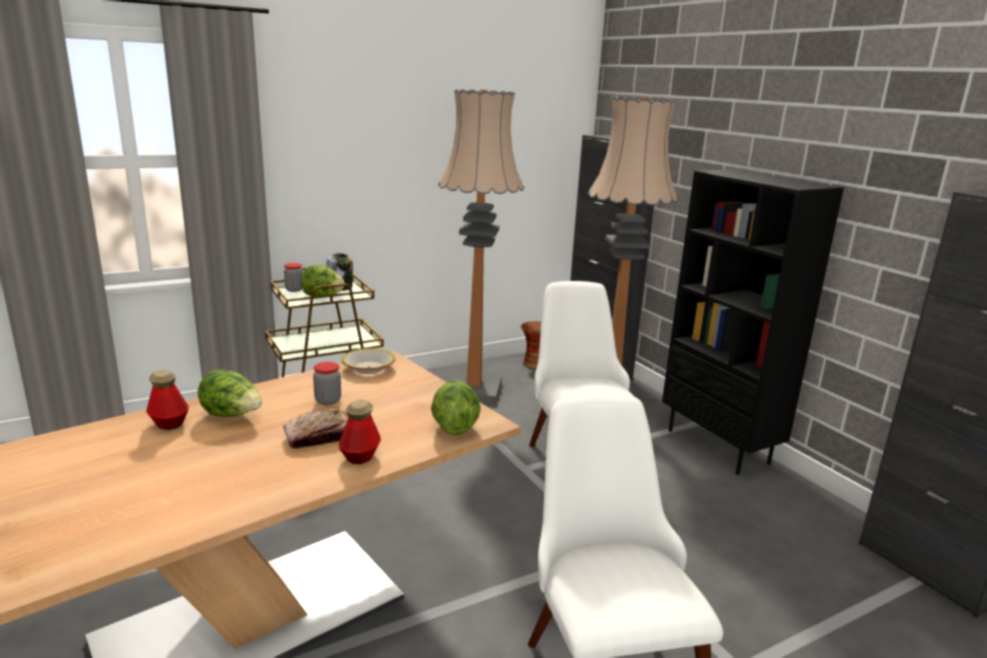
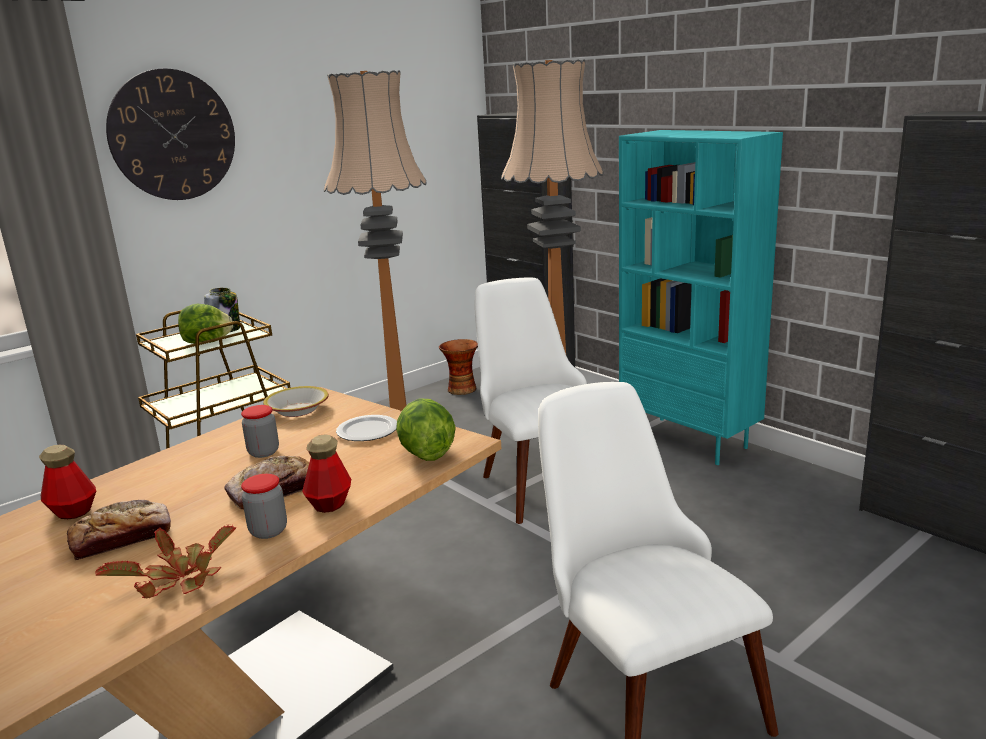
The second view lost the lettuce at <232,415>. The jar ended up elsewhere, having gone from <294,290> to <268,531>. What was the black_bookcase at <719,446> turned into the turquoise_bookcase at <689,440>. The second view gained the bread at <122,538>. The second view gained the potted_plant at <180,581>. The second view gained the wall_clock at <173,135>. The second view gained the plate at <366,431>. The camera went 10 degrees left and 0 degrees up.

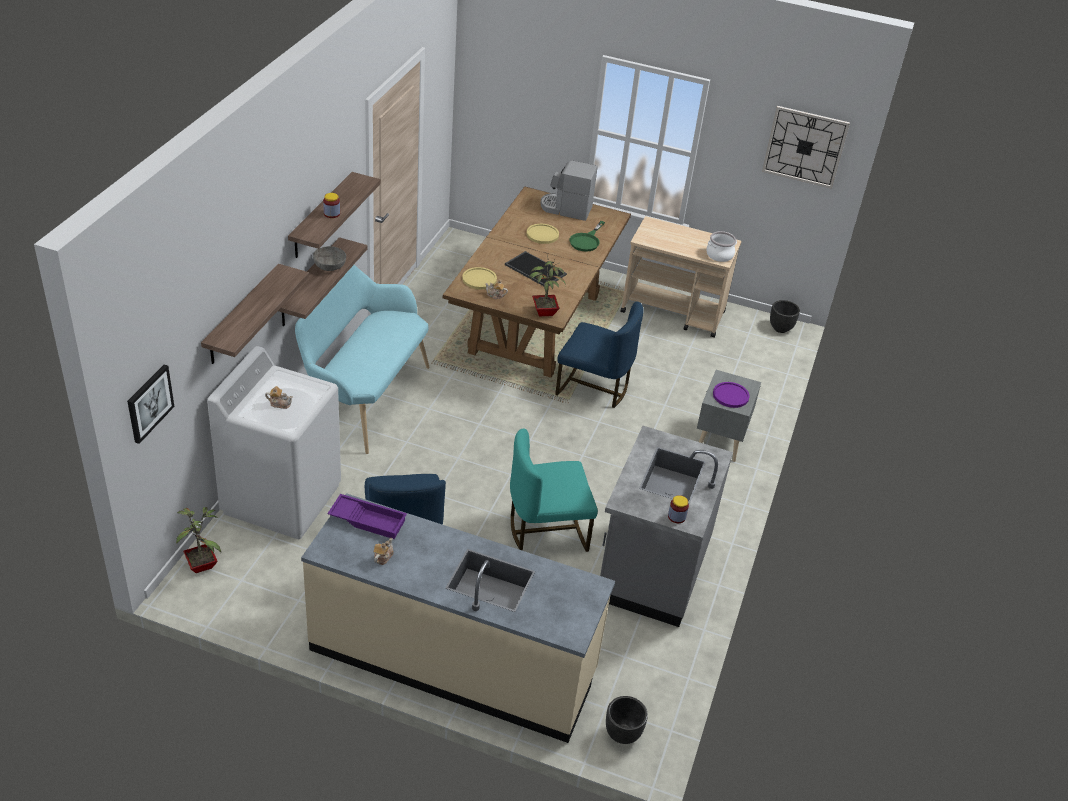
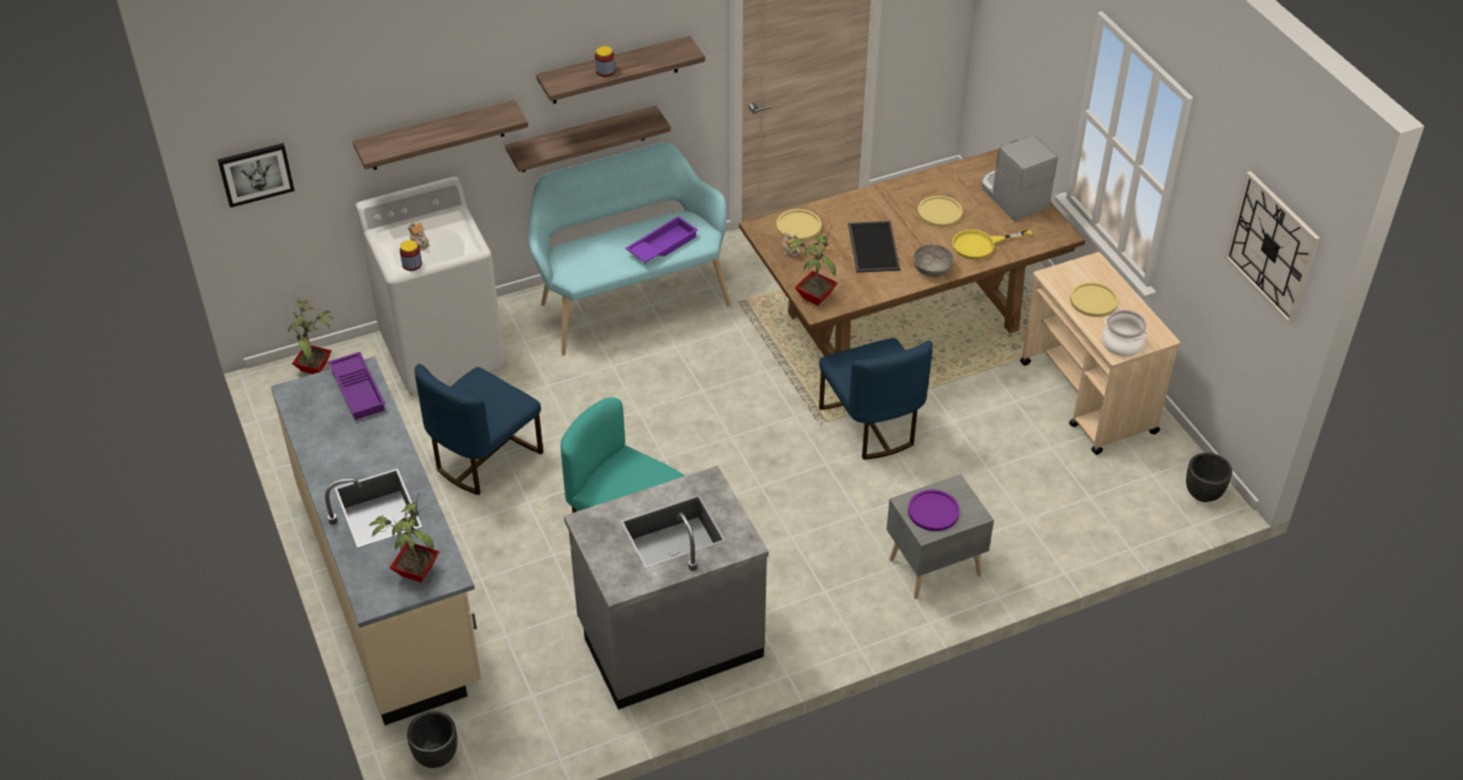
The grey_bowl ended up elsewhere, having gone from <329,266> to <932,269>. The second view lost the teapot at <383,557>. What was the green_frying_pan at <586,241> turned into the yellow_frying_pan at <981,245>. The jar ended up elsewhere, having gone from <676,517> to <412,264>. The second view gained the potted_plant at <415,571>. The second view gained the purple_tray at <661,245>. The second view gained the yellow_plate at <1093,301>. The camera went 50 degrees right and 5 degrees up.

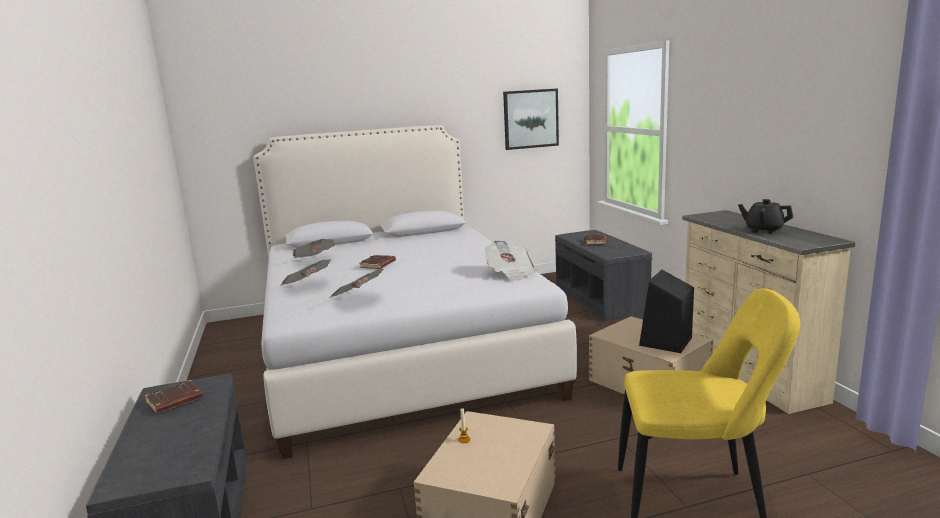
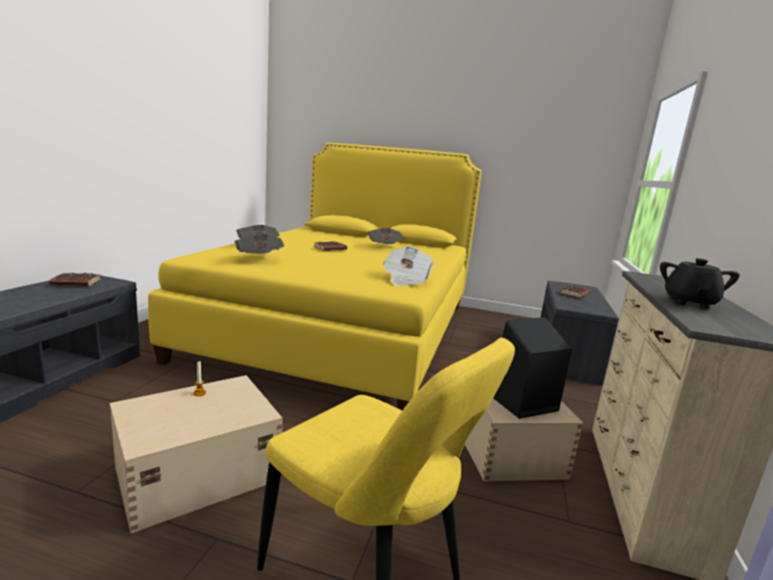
What was the white_bed at <398,348> turned into the yellow_bed at <343,328>. The newspaper ended up elsewhere, having gone from <315,260> to <385,247>. The second view lost the picture at <530,119>. The black_teapot at <763,230> ended up facing another way, 45 degrees clockwise from before. The camera went 30 degrees right and 0 degrees up.

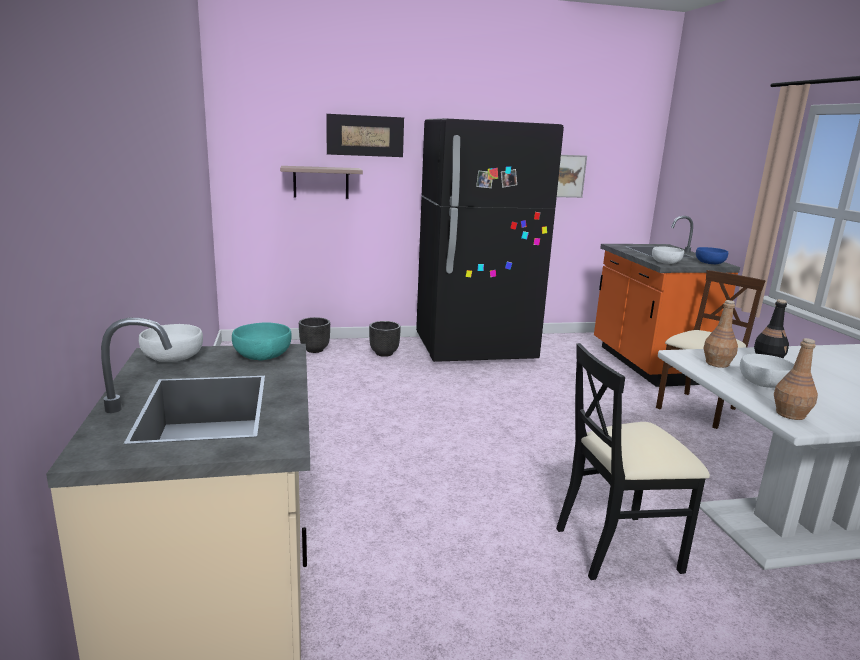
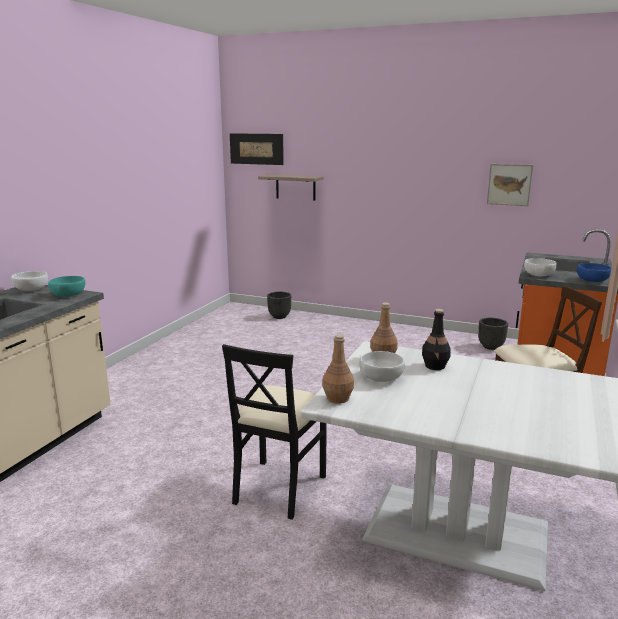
The picture ended up elsewhere, having gone from <365,135> to <256,149>. The black_planter ended up elsewhere, having gone from <384,353> to <491,347>. The second view lost the black_fridge at <475,350>. The black_chair at <618,547> ended up facing another way, 90 degrees counterclockwise from before. The camera went 35 degrees right and 0 degrees up.

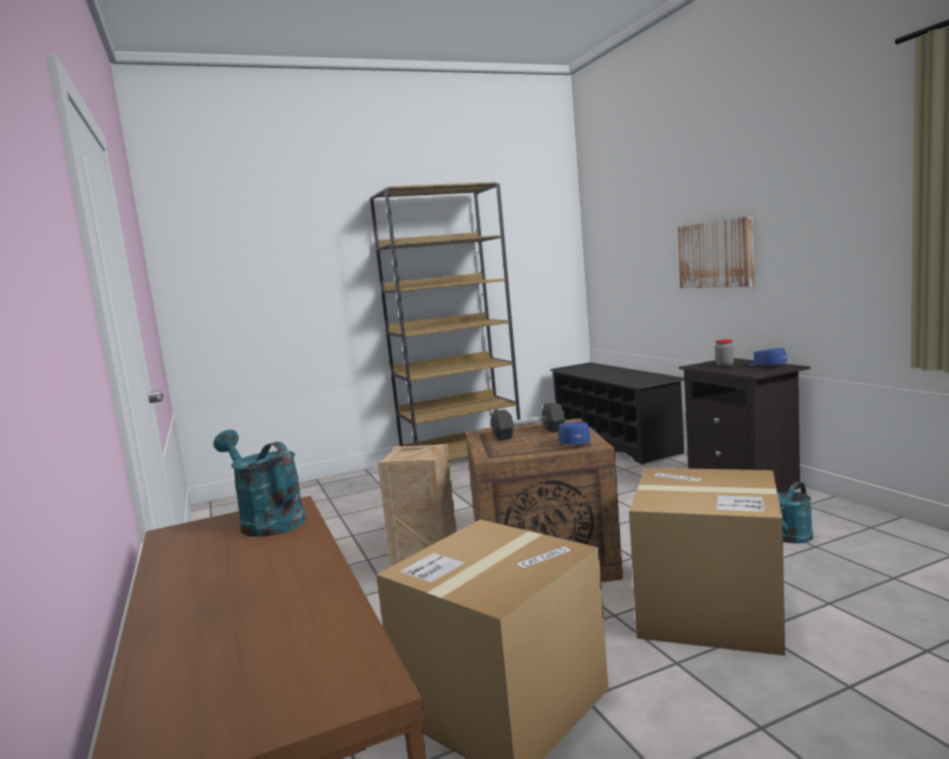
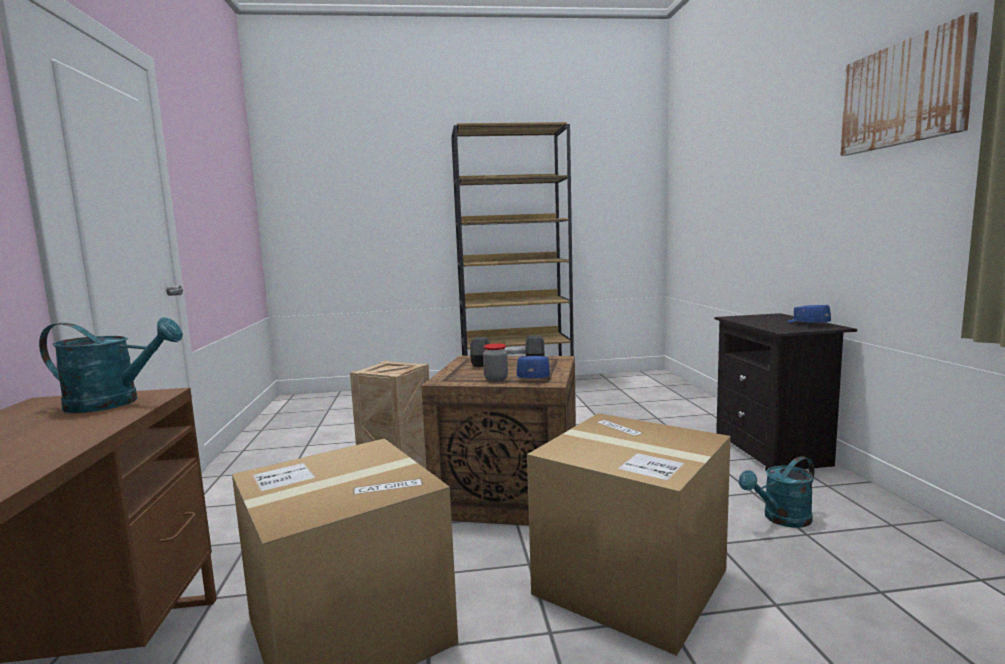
The turquoise_watering_can at <266,521> ended up facing another way, 120 degrees clockwise from before. The second view lost the black_shoe_rack at <616,442>. The picture ended up elsewhere, having gone from <715,254> to <903,94>. The jar ended up elsewhere, having gone from <724,365> to <496,379>. The camera went 15 degrees right and 0 degrees up.

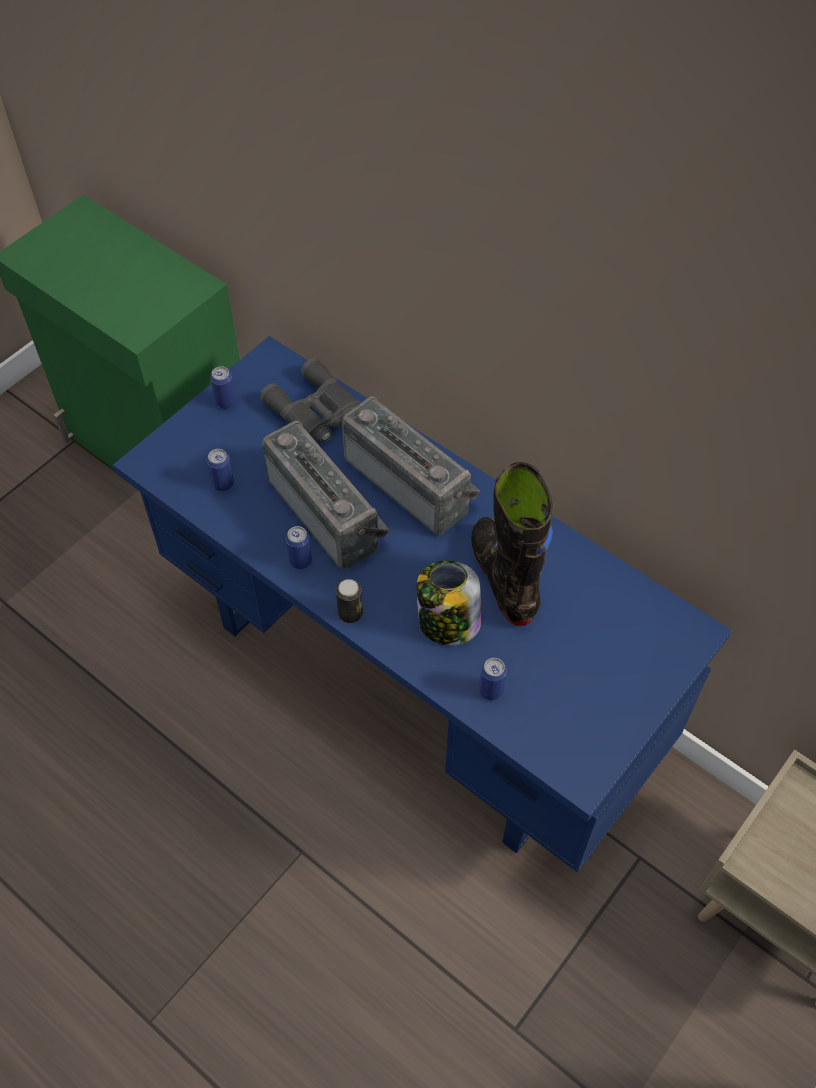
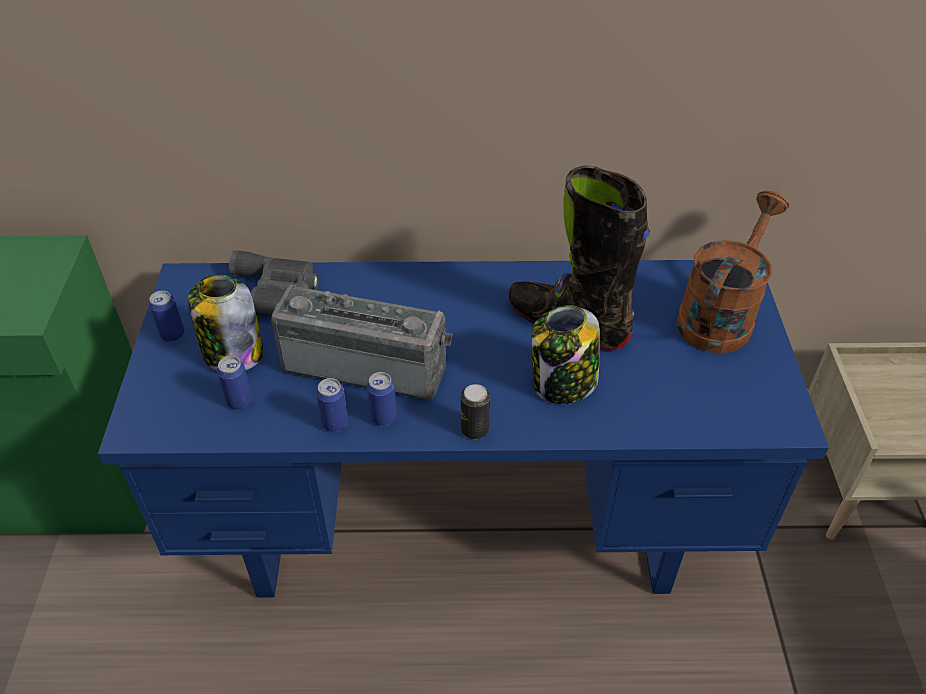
The second view lost the radio at <411,482>. The can ended up elsewhere, having gone from <491,690> to <335,423>. The second view gained the jar at <232,353>. The second view gained the brown_watering_can at <719,315>. The camera went 40 degrees left and 10 degrees down.

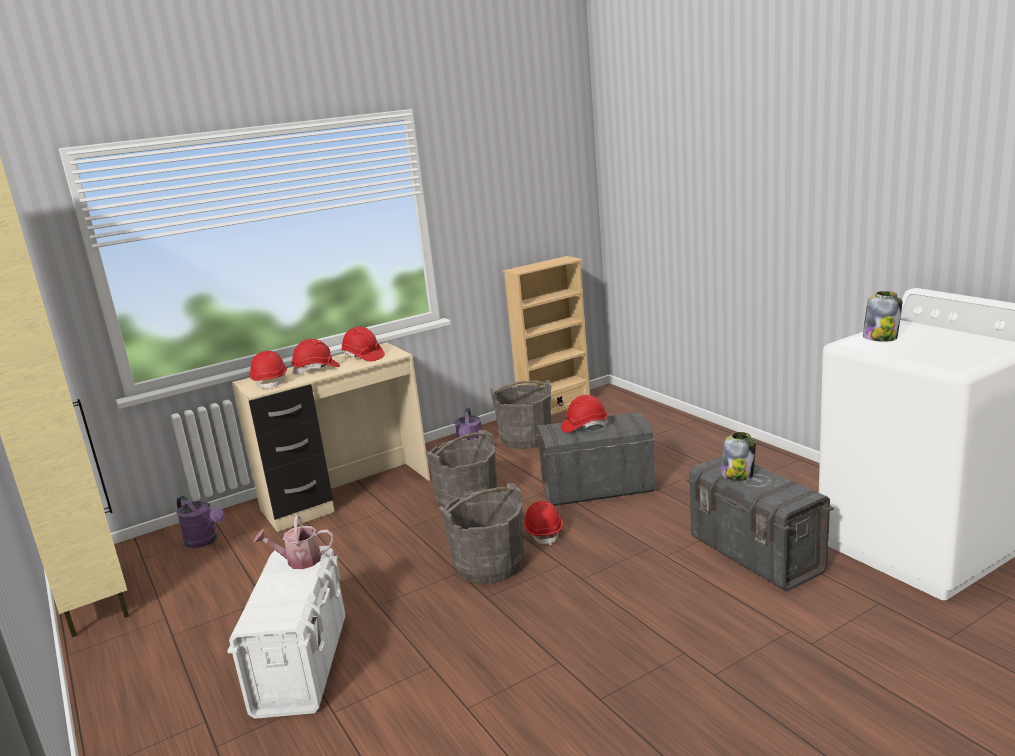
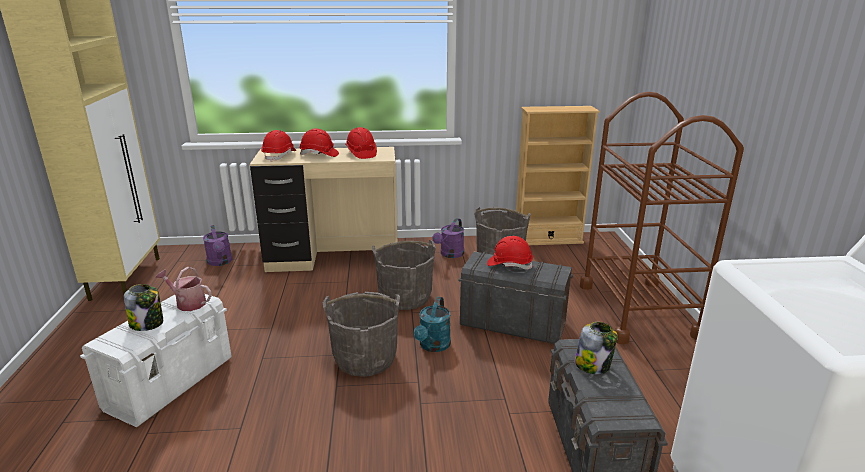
Where the red_hard_hat stood at <543,532>, the turquoise_watering_can came to stand at <433,346>. The jar ended up elsewhere, having gone from <880,338> to <147,323>. The second view gained the brown_cart at <637,310>. The camera went 25 degrees right and 5 degrees up.

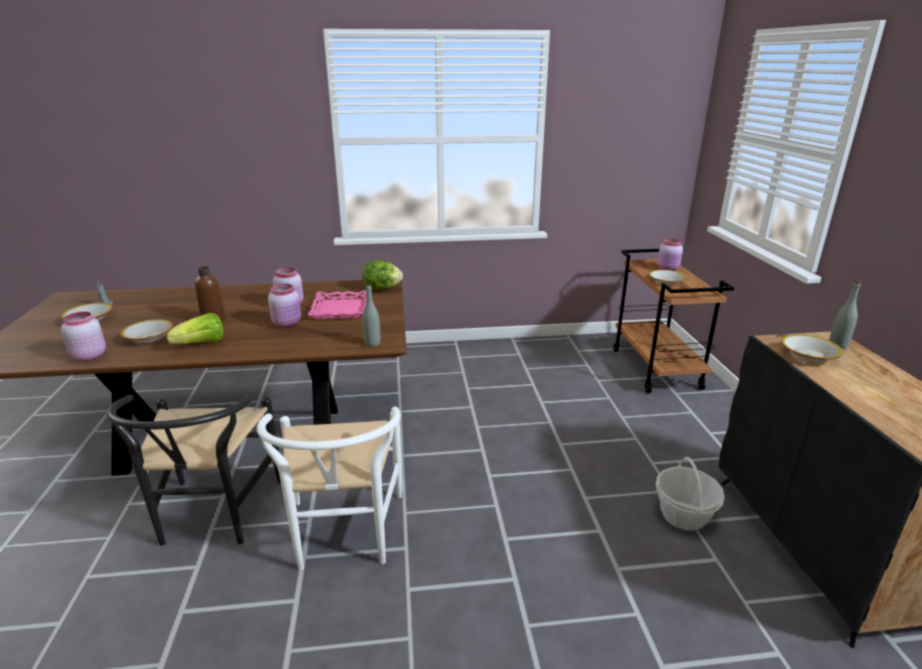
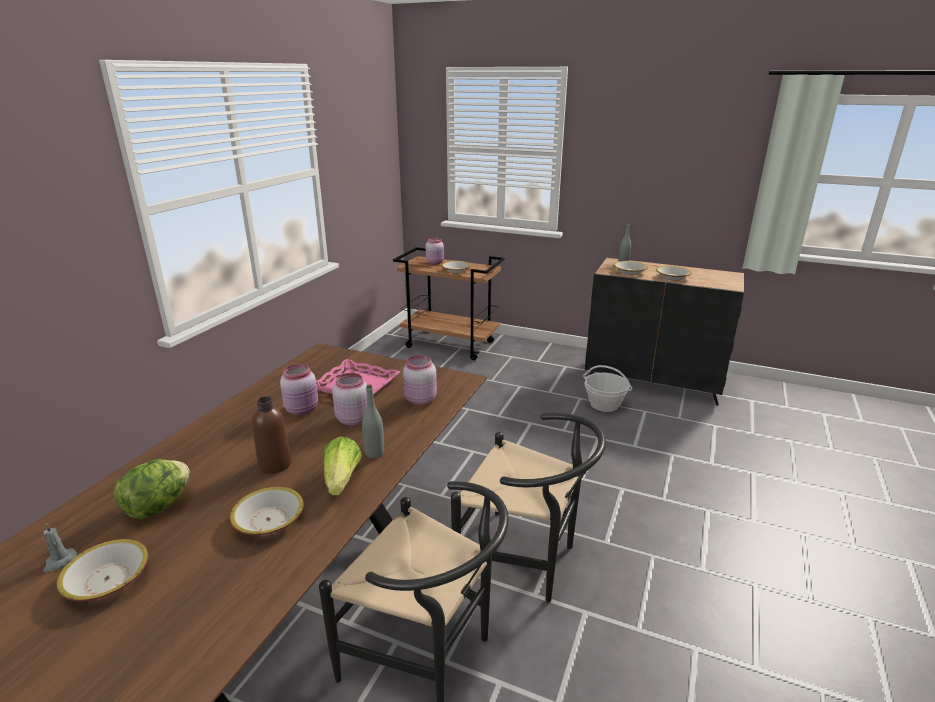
The pink_jar ended up elsewhere, having gone from <89,356> to <419,400>. What was the white_chair at <344,537> turned into the black_chair at <526,561>. The lettuce ended up elsewhere, having gone from <381,288> to <158,506>. The grey_bottle ended up elsewhere, having gone from <372,343> to <374,453>. The second view gained the bowl at <672,277>. The camera went 60 degrees left and 0 degrees up.

